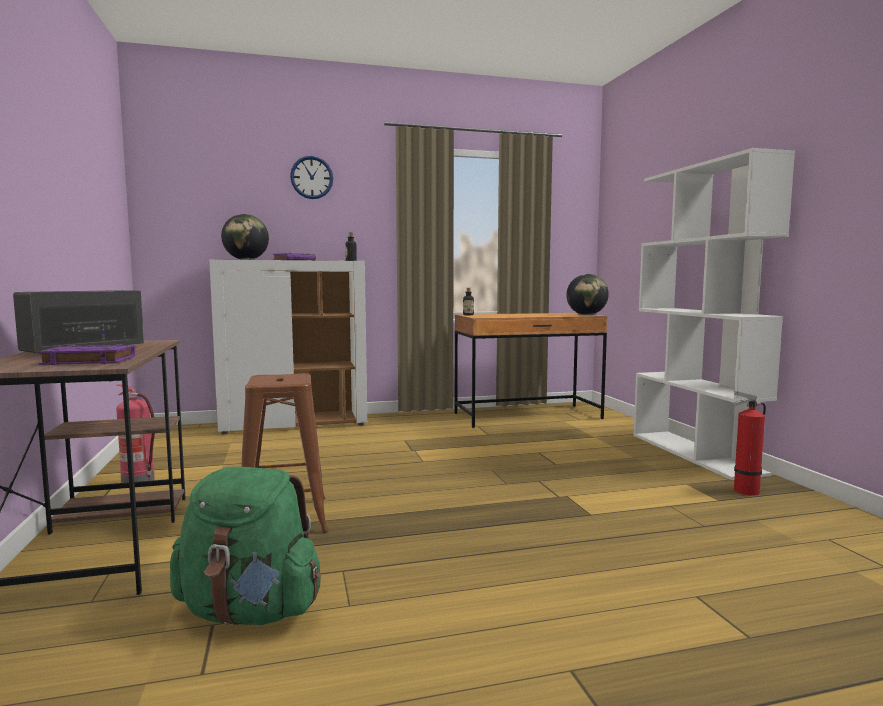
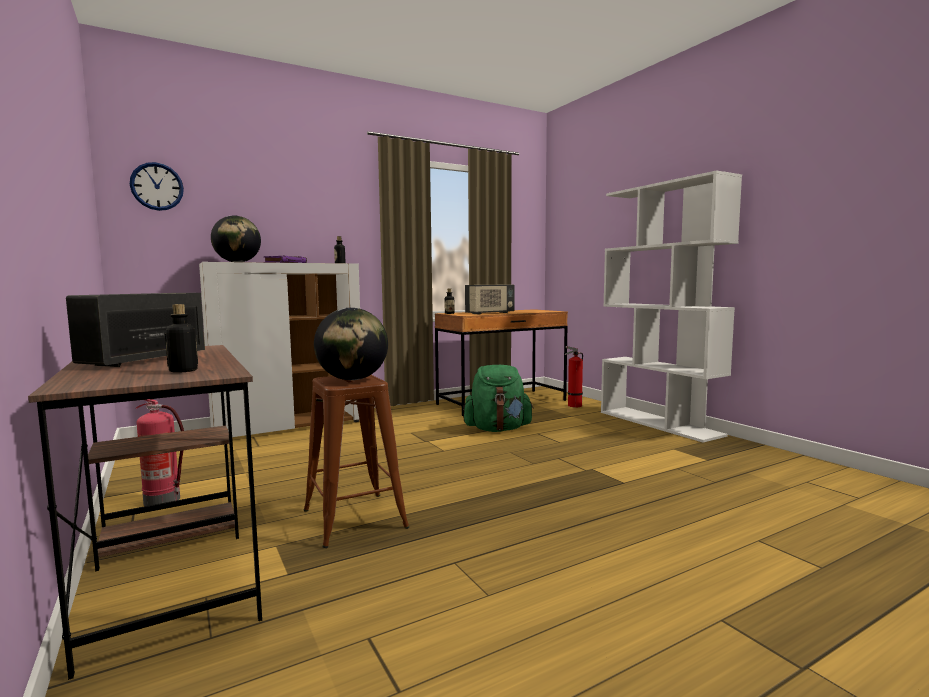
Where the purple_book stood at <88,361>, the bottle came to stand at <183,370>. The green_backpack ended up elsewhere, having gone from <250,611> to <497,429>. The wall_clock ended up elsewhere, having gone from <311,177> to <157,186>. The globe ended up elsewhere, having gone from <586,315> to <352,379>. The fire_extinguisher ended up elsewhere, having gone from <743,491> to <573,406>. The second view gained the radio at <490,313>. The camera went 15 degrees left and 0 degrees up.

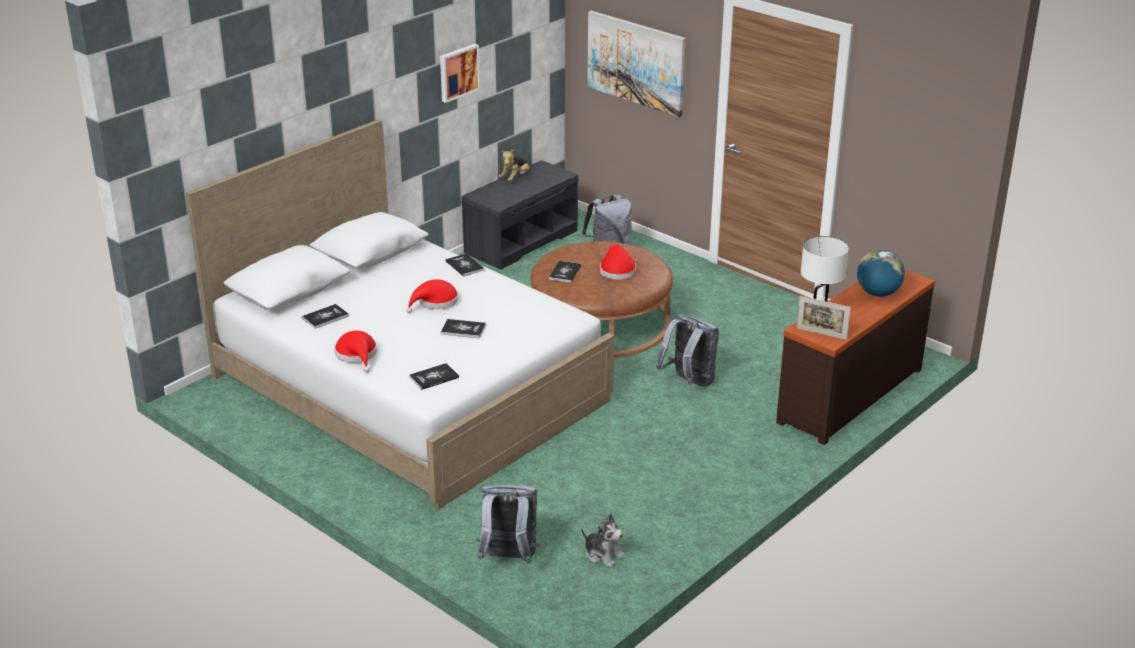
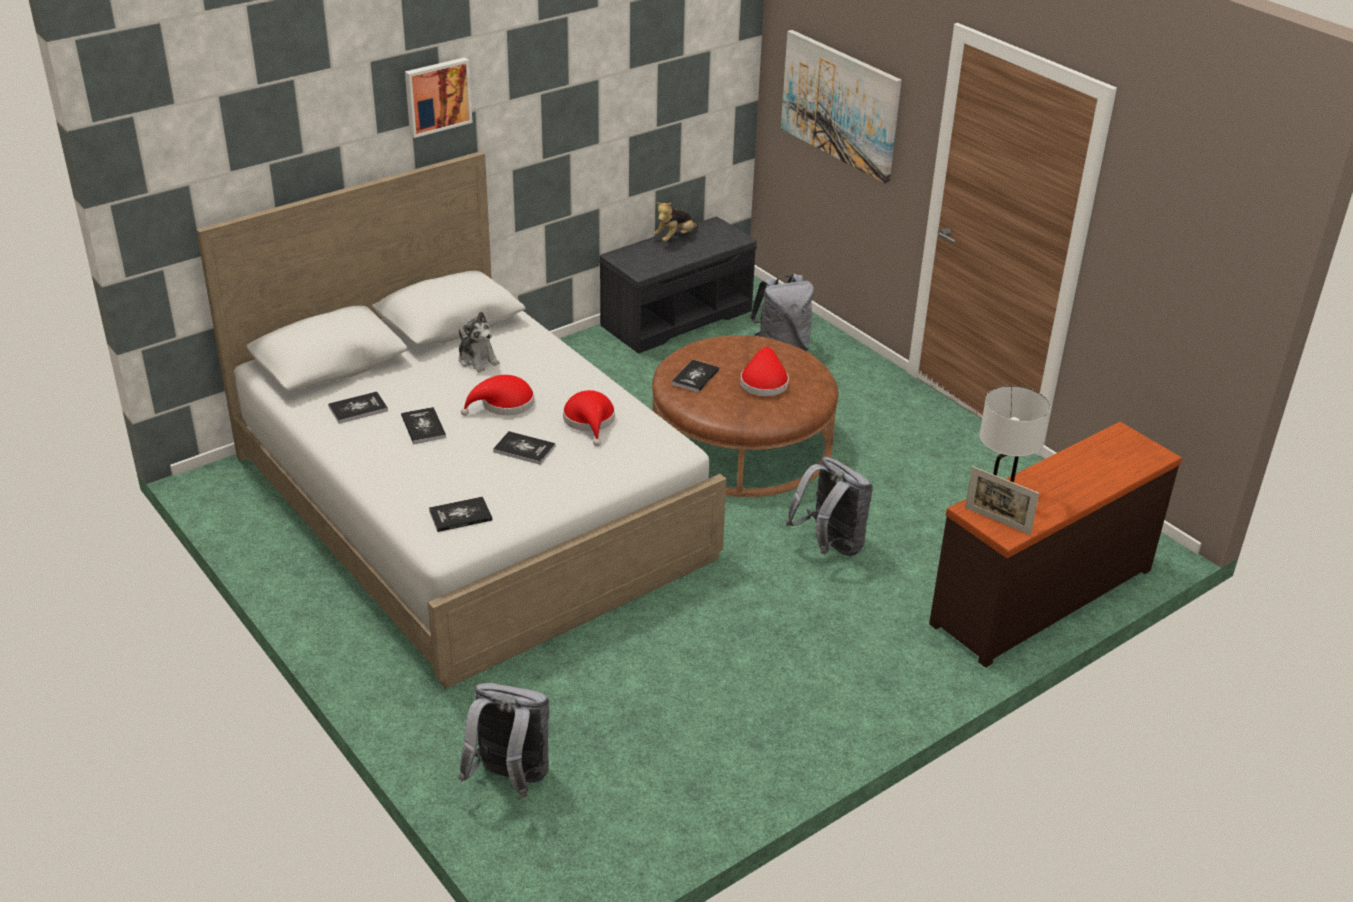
The red_hat ended up elsewhere, having gone from <357,355> to <590,421>. The picture ended up elsewhere, having gone from <458,72> to <437,96>. The book ended up elsewhere, having gone from <464,266> to <423,426>. The plush_toy ended up elsewhere, having gone from <603,554> to <477,360>. The second view lost the globe at <878,293>. The camera went 10 degrees right and 5 degrees up.

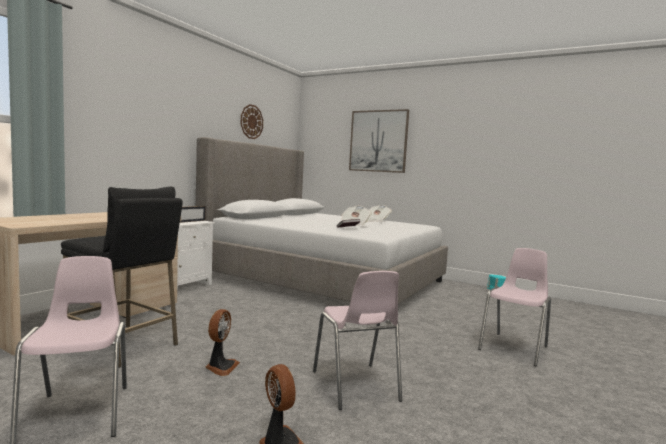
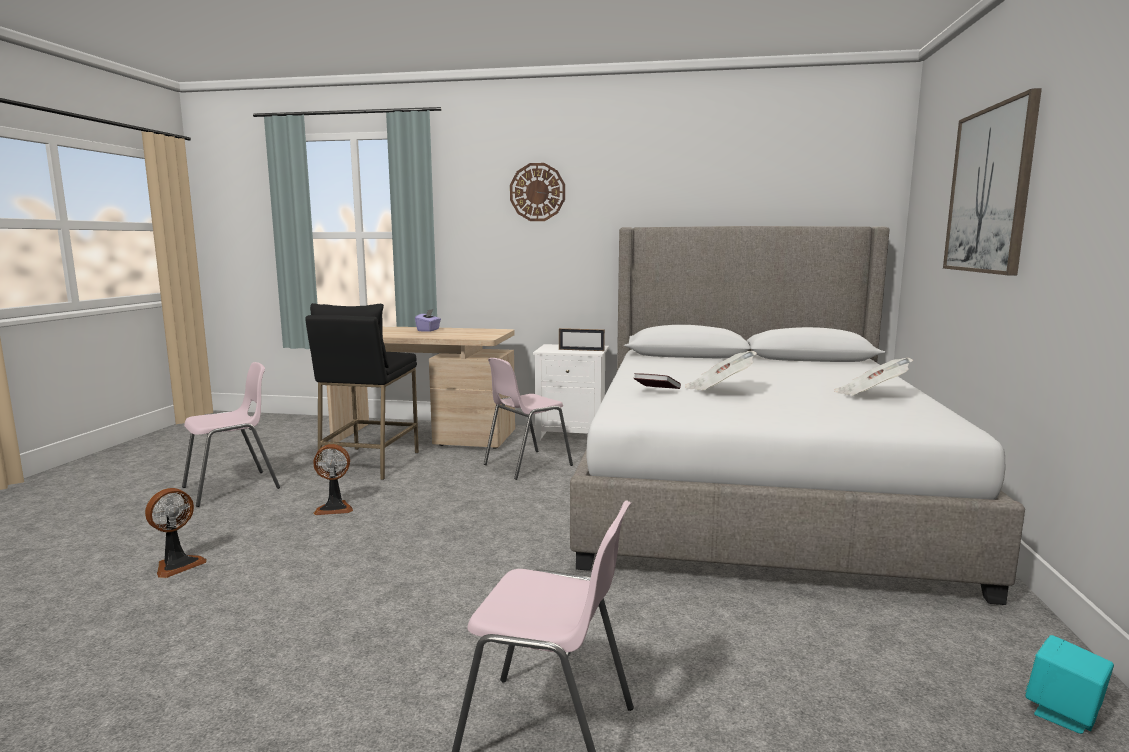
The wall_clock ended up elsewhere, having gone from <251,122> to <537,192>. The pink_chair ended up elsewhere, having gone from <355,386> to <526,465>. The second view gained the purple_tissue_box at <428,330>. The camera went 70 degrees right and 5 degrees up.

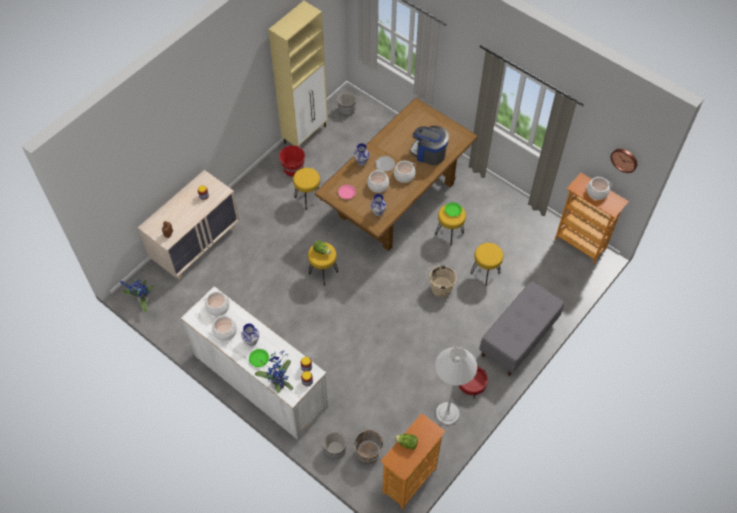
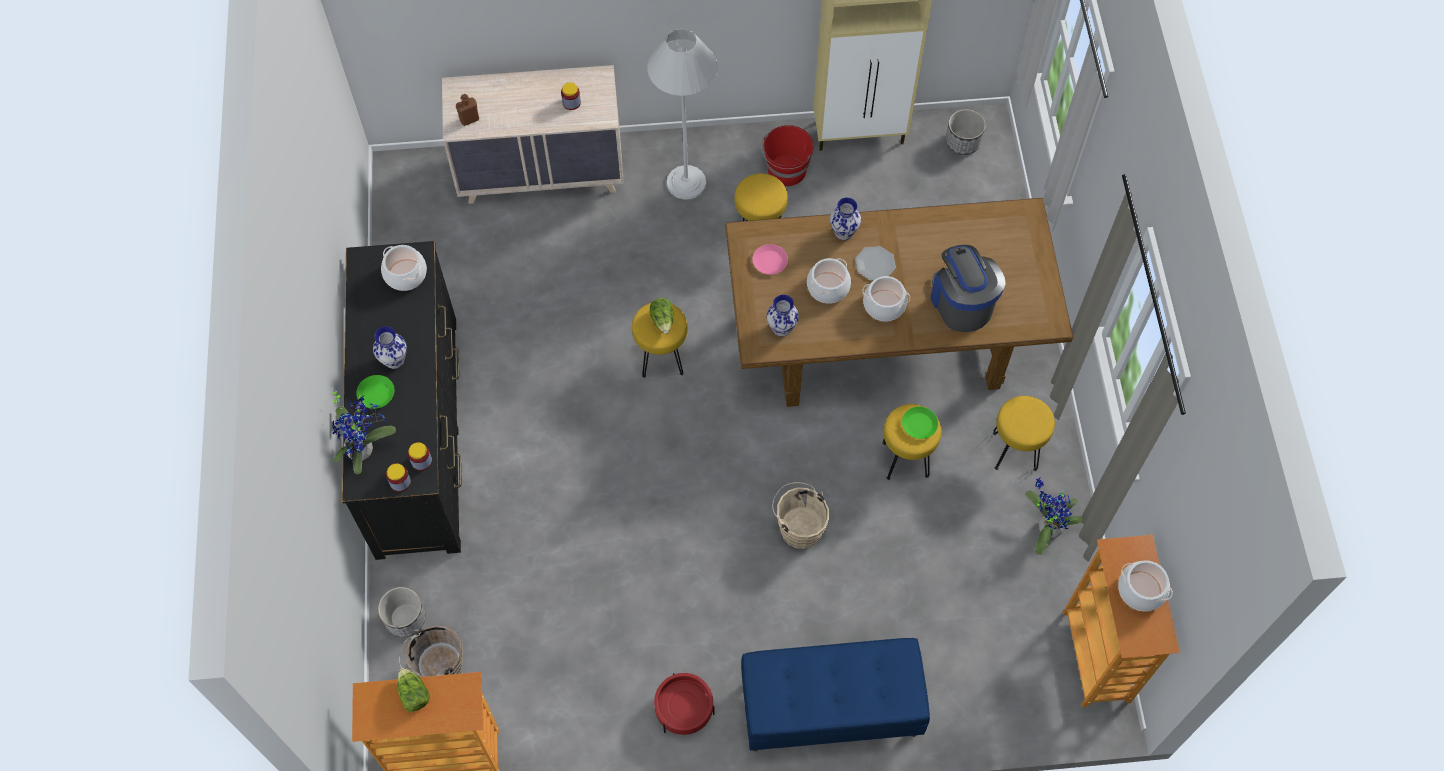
The potted_plant ended up elsewhere, having gone from <142,300> to <1046,527>. What was the white_dresser at <260,381> turned into the black_dresser at <417,434>. The second view lost the cooking_pot at <225,331>. The white_floor_lamp ended up elsewhere, having gone from <447,413> to <686,183>. The yellow_stool ended up elsewhere, having gone from <485,273> to <1014,451>. What was the grey_bench at <518,338> turned into the blue_bench at <829,709>. The second view lost the wall_clock at <624,159>. The camera went 45 degrees right and 5 degrees up.

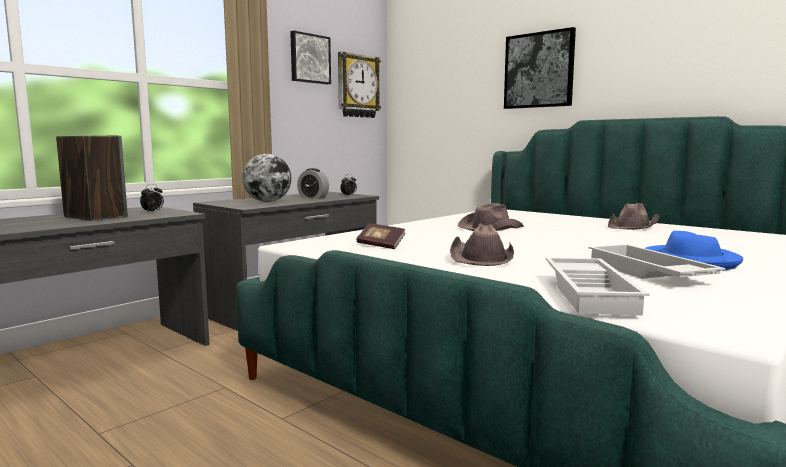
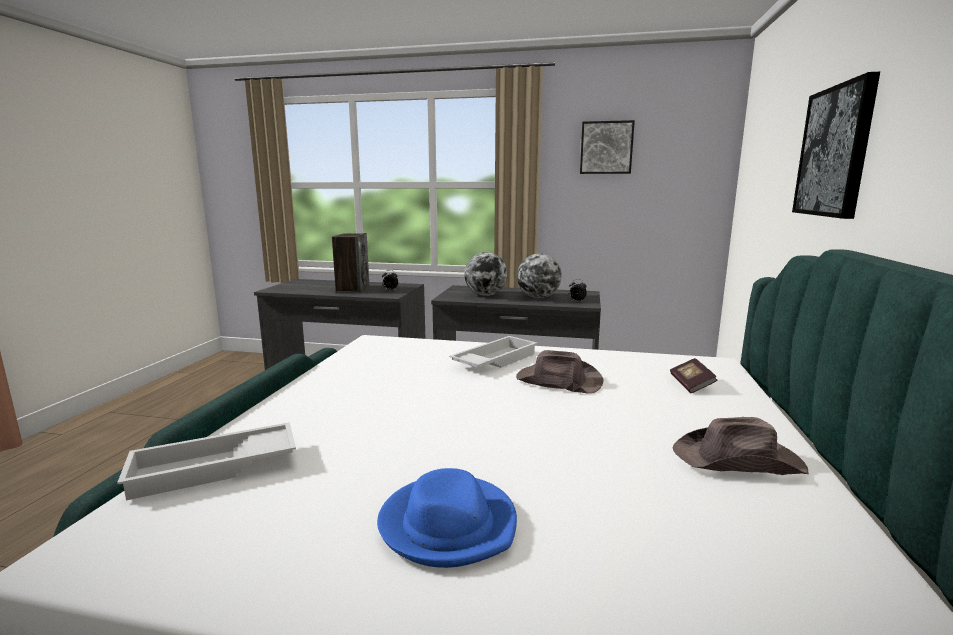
Where the alarm_clock stood at <313,197>, the globe came to stand at <538,297>. The second view lost the wall_clock at <357,86>. The book ended up elsewhere, having gone from <381,245> to <691,384>. The second view lost the brown_hat at <482,258>. The white_tray ended up elsewhere, having gone from <646,273> to <494,360>. The camera went 60 degrees right and 5 degrees up.

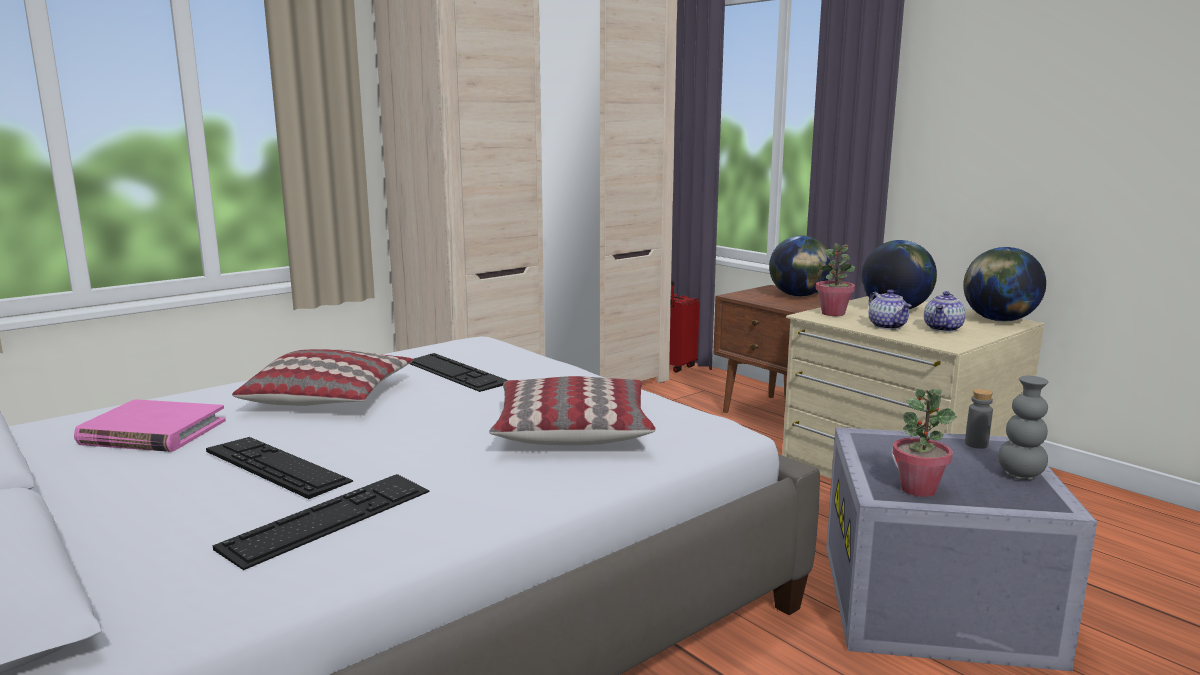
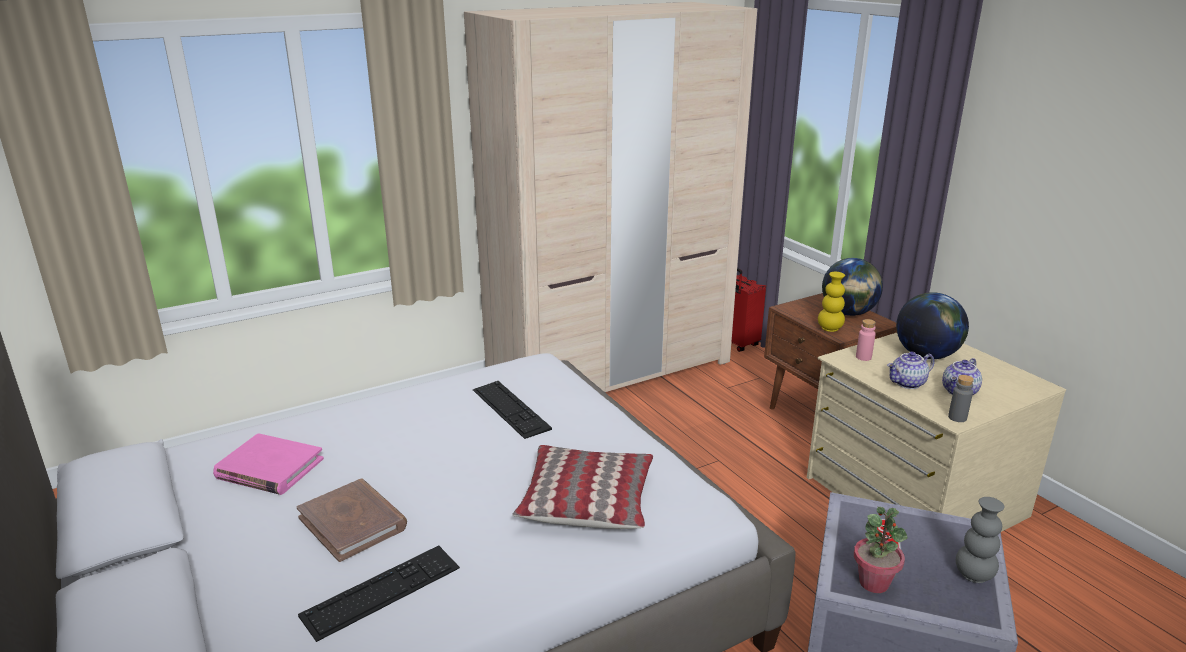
Where the keyboard stood at <276,466>, the brown_book came to stand at <353,523>. The second view lost the pillow at <330,397>. Where the potted_plant stood at <833,313>, the pink_bottle came to stand at <863,357>. The teapot at <888,326> ended up facing another way, 75 degrees clockwise from before. The second view lost the globe at <998,320>. The grey_bottle ended up elsewhere, having gone from <976,444> to <957,417>. The second view gained the yellow_vase at <829,329>. The camera went 10 degrees right and 10 degrees up.

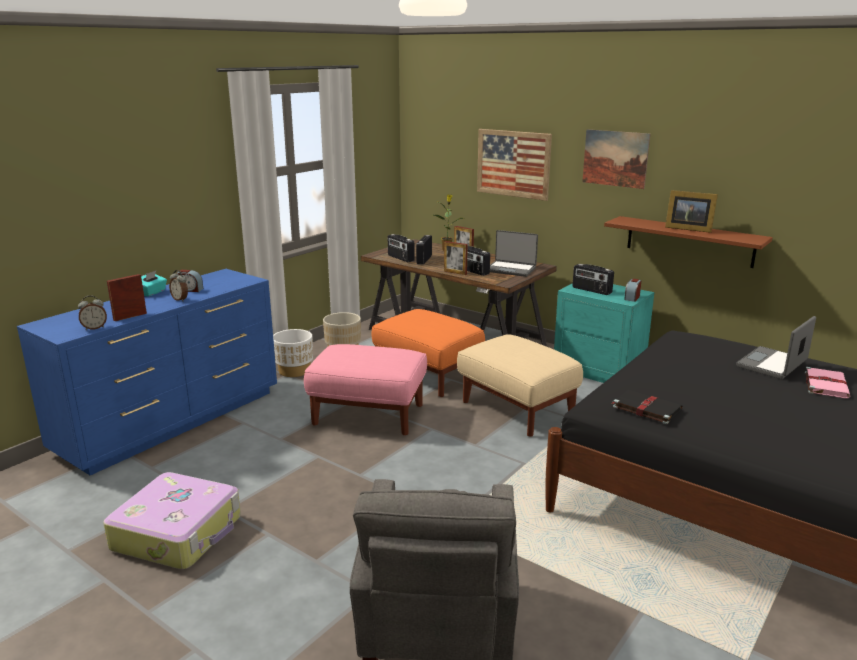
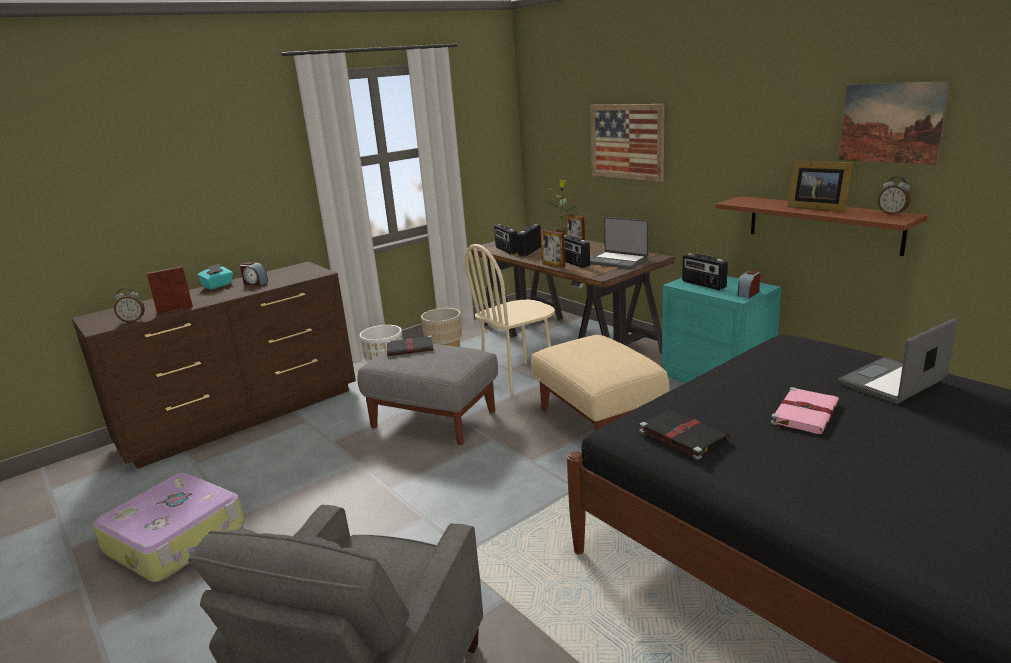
What was the blue_dresser at <173,421> turned into the brown_dresser at <243,416>. The alarm_clock ended up elsewhere, having gone from <180,299> to <892,213>. What was the pink_ottoman at <369,415> turned into the grey_ottoman at <434,419>. Where the orange_ottoman stood at <427,375>, the beige_chair came to stand at <518,377>. The picture ended up elsewhere, having gone from <615,158> to <891,123>. The pink_book ended up elsewhere, having gone from <825,384> to <805,413>. The second view gained the black_book at <411,348>. The camera went 15 degrees right and 0 degrees up.

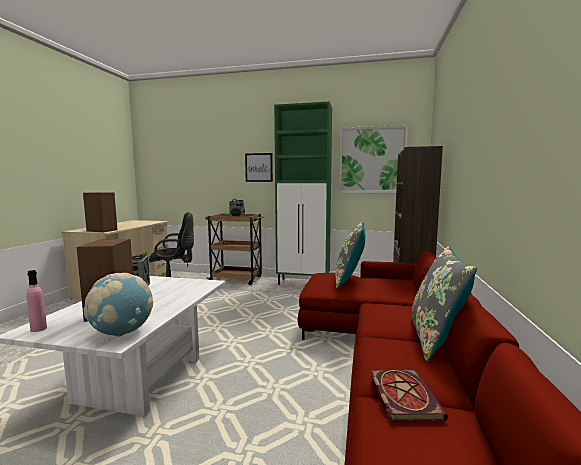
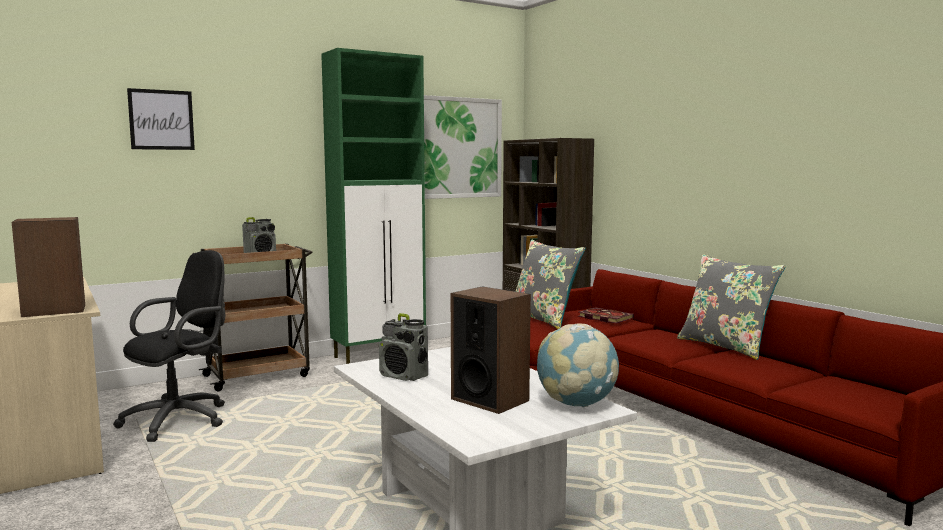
The second view lost the pink_bottle at <38,329>. The picture ended up elsewhere, having gone from <259,167> to <161,120>. The book ended up elsewhere, having gone from <402,396> to <603,317>. The camera went 45 degrees left and 0 degrees up.

